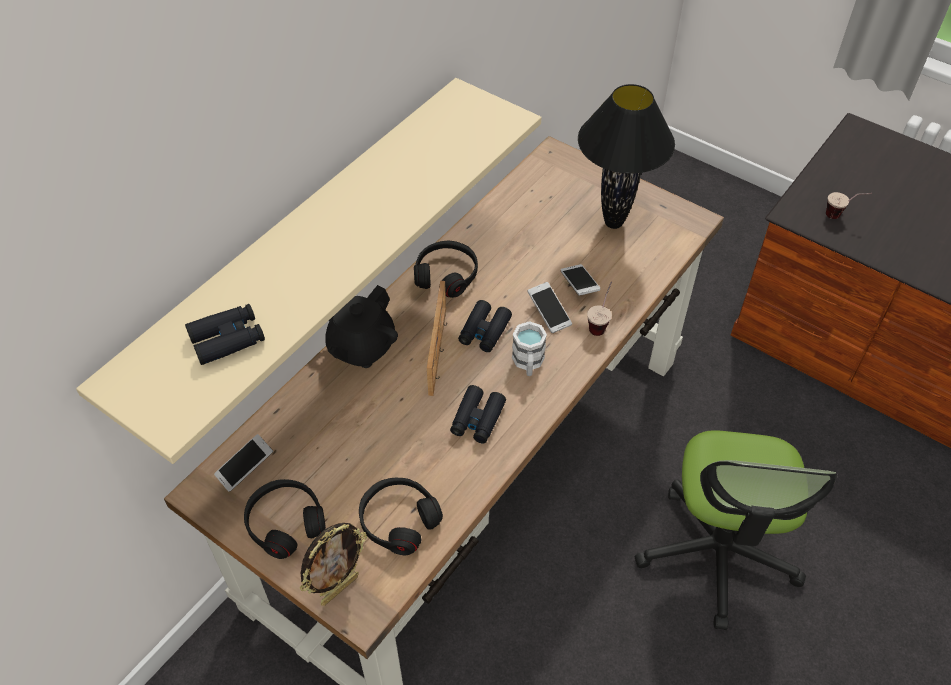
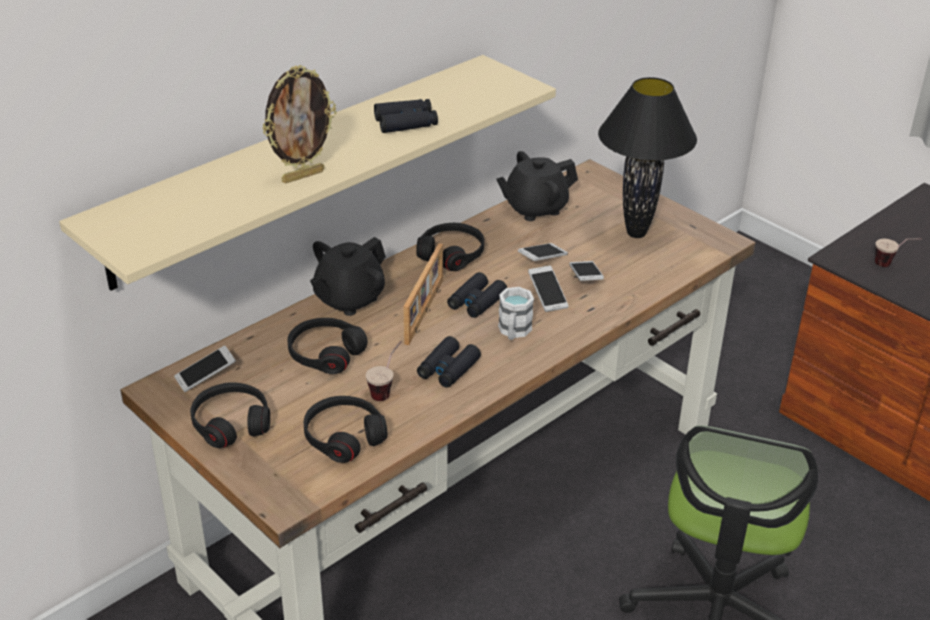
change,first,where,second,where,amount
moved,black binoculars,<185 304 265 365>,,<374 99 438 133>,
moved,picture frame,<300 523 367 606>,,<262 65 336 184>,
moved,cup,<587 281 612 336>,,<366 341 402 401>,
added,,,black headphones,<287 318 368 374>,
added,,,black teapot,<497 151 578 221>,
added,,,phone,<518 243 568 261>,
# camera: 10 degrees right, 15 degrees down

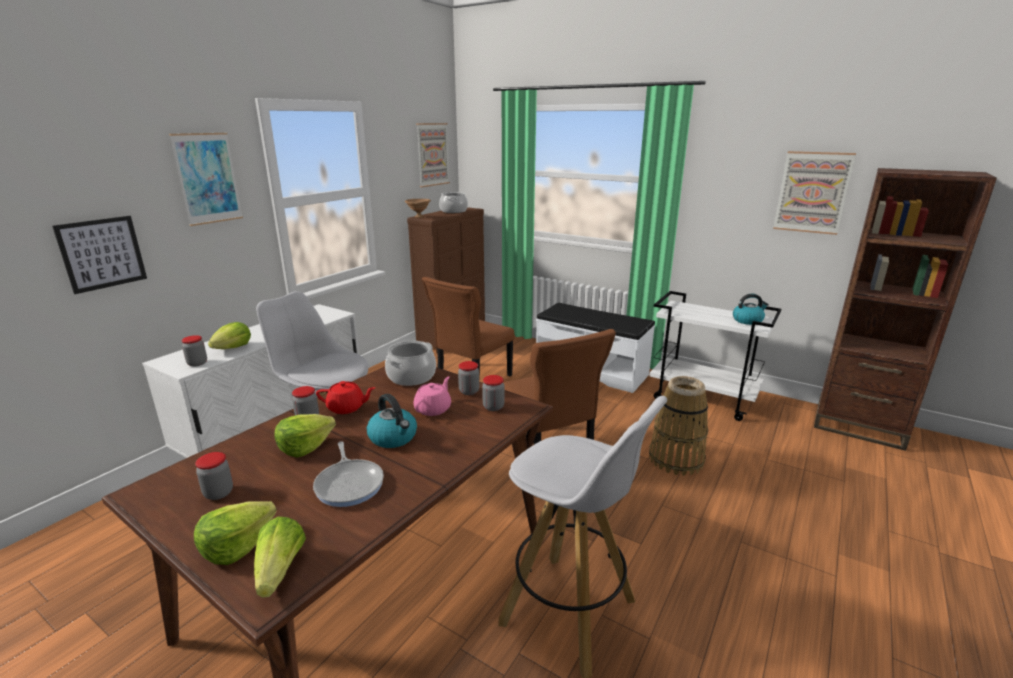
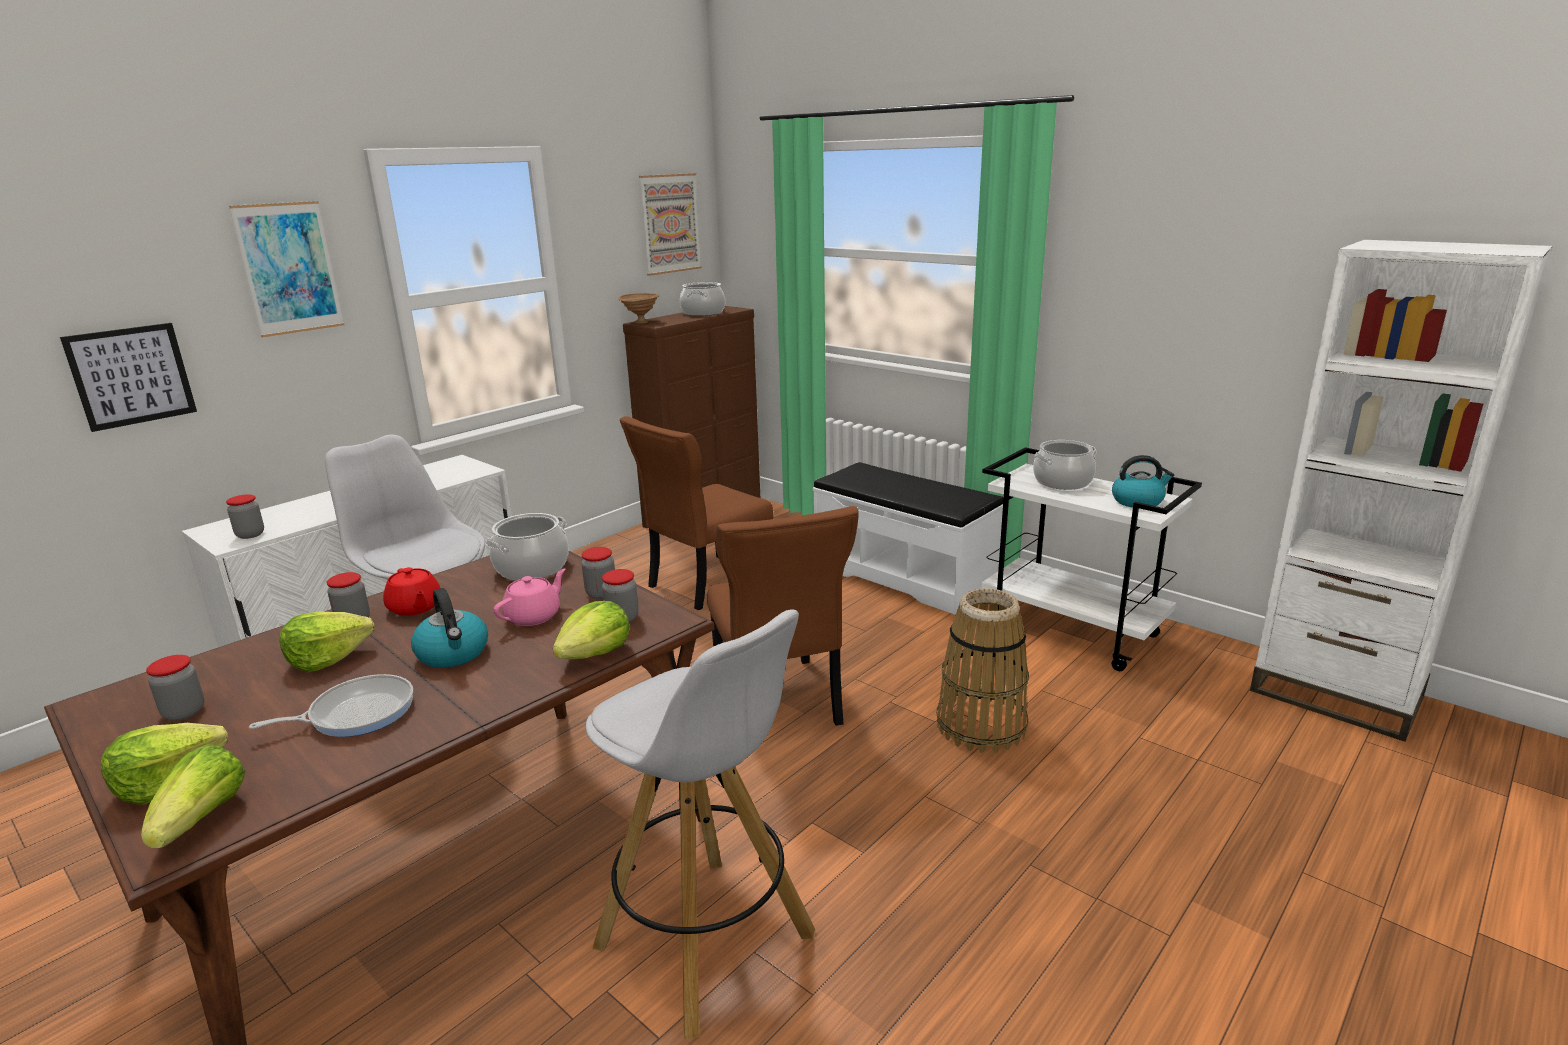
change,first,where,second,where,amount
moved,lettuce,<208 322 251 349>,,<553 601 630 659>,
turned,frying pan,<313 442 384 507>,,<249 674 413 737>,105 degrees counterclockwise
turned,red teapot,<316 381 375 414>,,<383 567 440 616>,45 degrees clockwise
removed,picture,<773 151 856 235>,,,
recoloured,brown bookcase,<814 168 997 451>,white bookcase,<1250 240 1553 742>,
added,,,cooking pot,<1033 440 1097 490>,
# camera: 10 degrees right, 0 degrees up

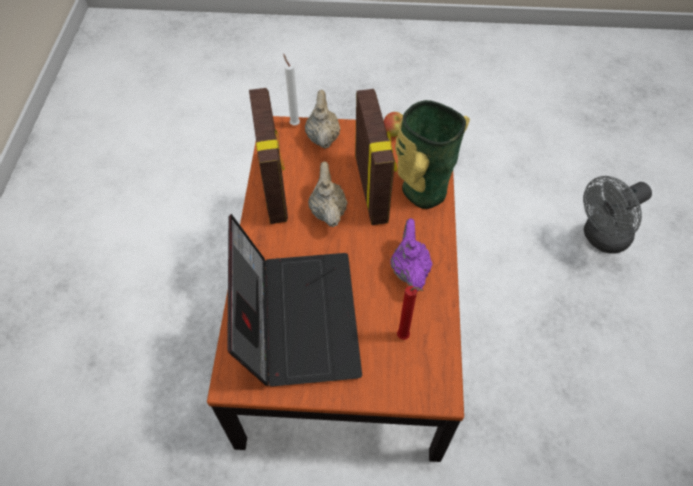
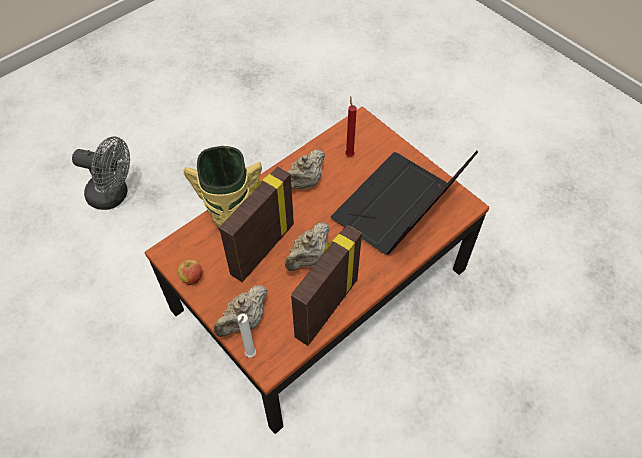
change,first,where,second,where,amount
recoloured,purple teapot,<390 218 433 291>,beige teapot,<287 150 325 189>,
# camera: 135 degrees left, 0 degrees up

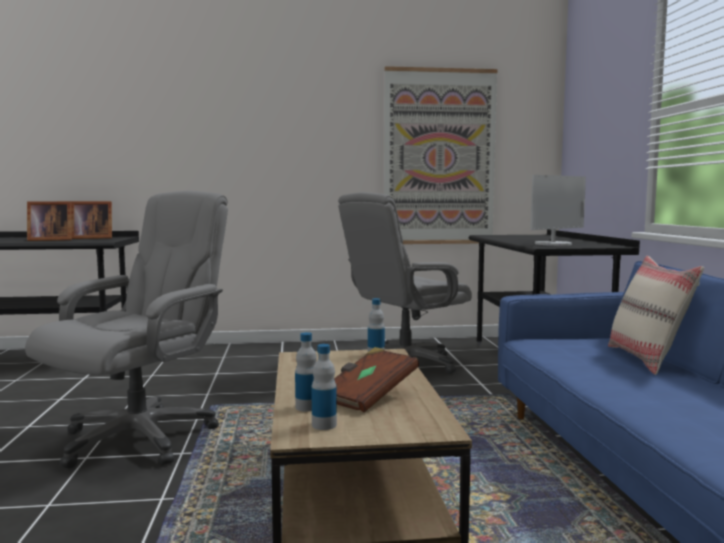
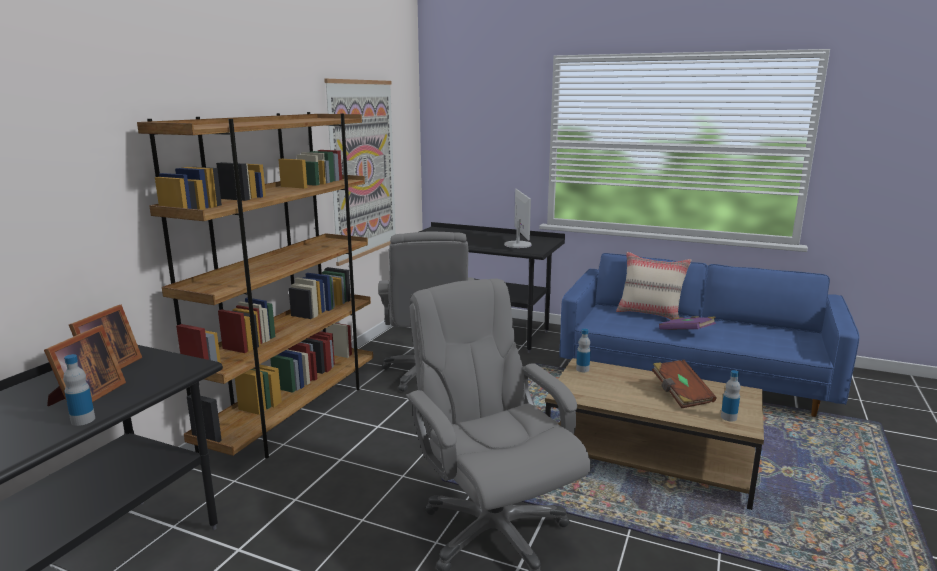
change,first,where,second,where,amount
moved,bottle,<295 332 317 412>,,<63 354 95 426>,
added,,,brown bookcase,<137 112 373 459>,
added,,,purple book,<659 316 716 330>,
# camera: 60 degrees left, 10 degrees up

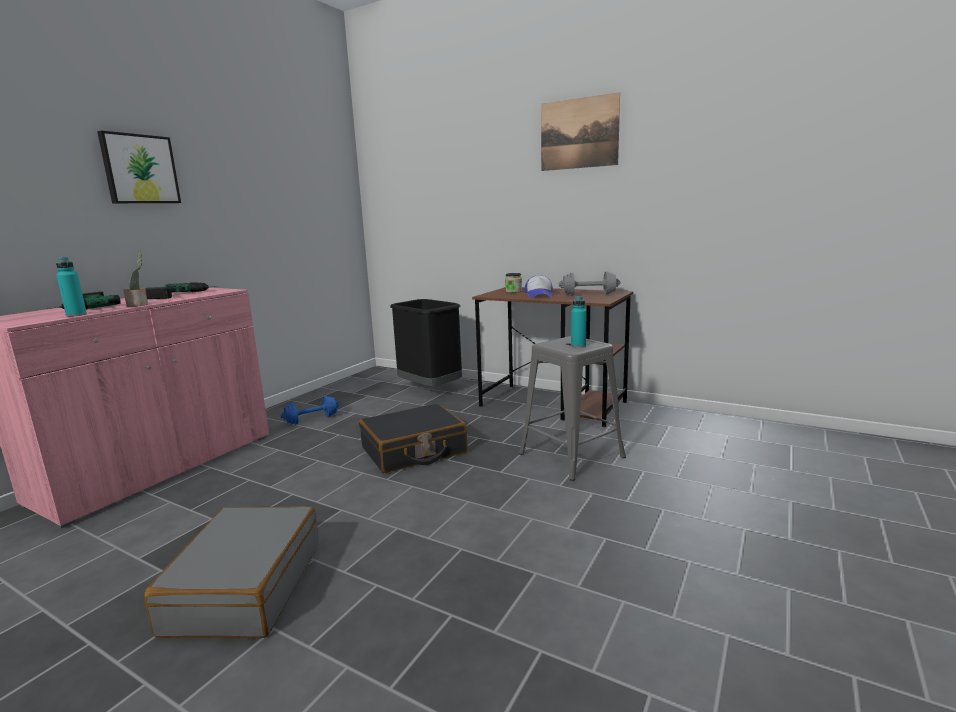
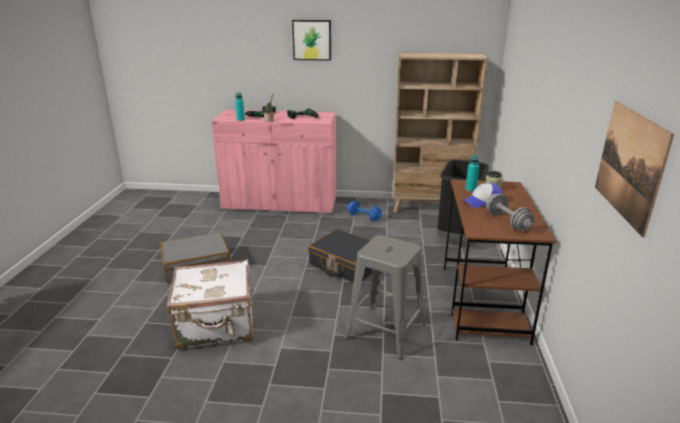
change,first,where,second,where,amount
moved,picture,<541 92 620 171>,,<595 101 674 237>,
moved,turquoise bottle,<571 296 587 348>,,<466 155 479 192>,
added,,,white suitcase,<167 260 253 349>,
added,,,beige bookcase,<393 52 488 213>,
# camera: 65 degrees right, 10 degrees up

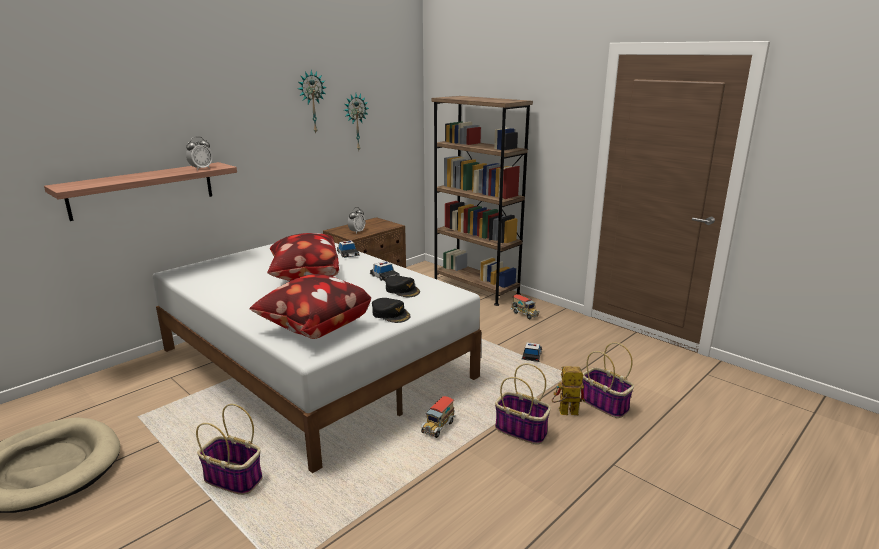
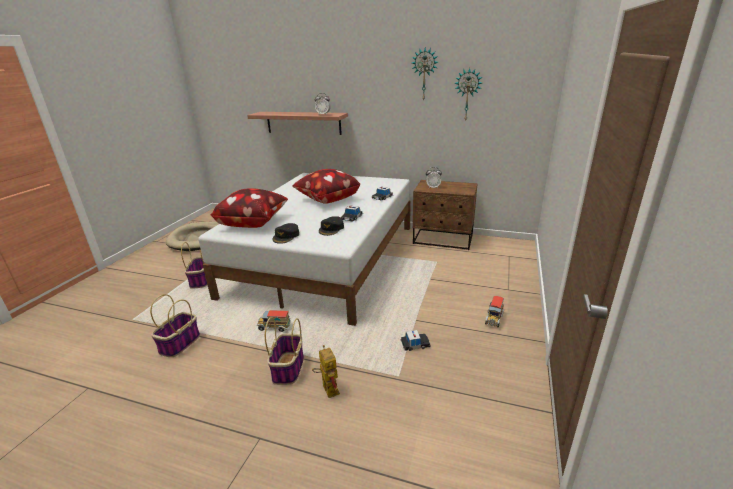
change,first,where,second,where,amount
removed,brown bookcase,<431 96 533 306>,,,
moved,basket,<582 342 634 418>,,<150 294 200 357>,
# camera: 65 degrees right, 5 degrees up

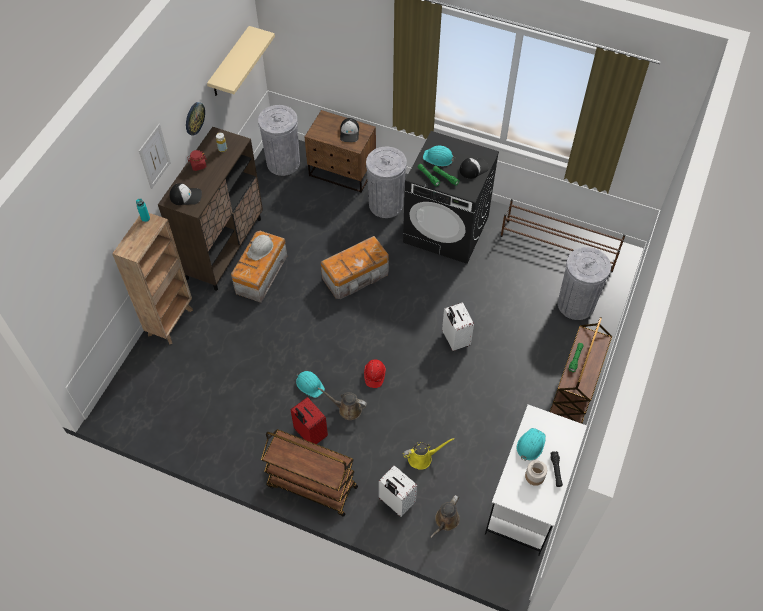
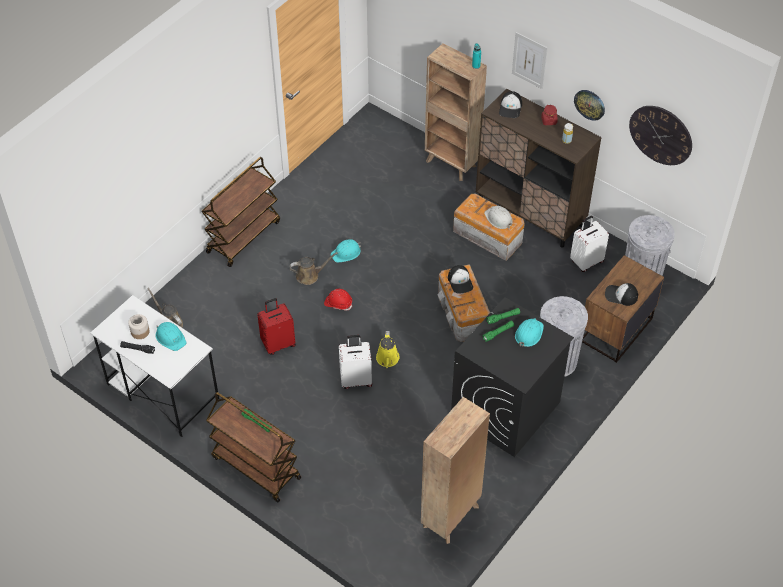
change,first,where,second,where,amount
replaced,beige shelf,<207 26 275 96>,wall clock,<629 106 692 165>,
moved,red suitcase,<290 397 328 444>,,<257 298 296 355>,
turned,brown watering can,<317 387 367 420>,,<289 252 338 285>,45 degrees clockwise
moved,white suitcase,<379 466 417 517>,,<570 216 609 272>,
moved,yellow watering can,<403 438 454 470>,,<376 331 400 368>,
moved,cap,<460 158 489 179>,,<448 265 473 294>,
replaced,brown shoe rack,<500 199 626 273>,brown bookcase,<421 397 490 544>,
removed,grey trash can,<558 247 611 320>,,,
# camera: 105 degrees right, 5 degrees down

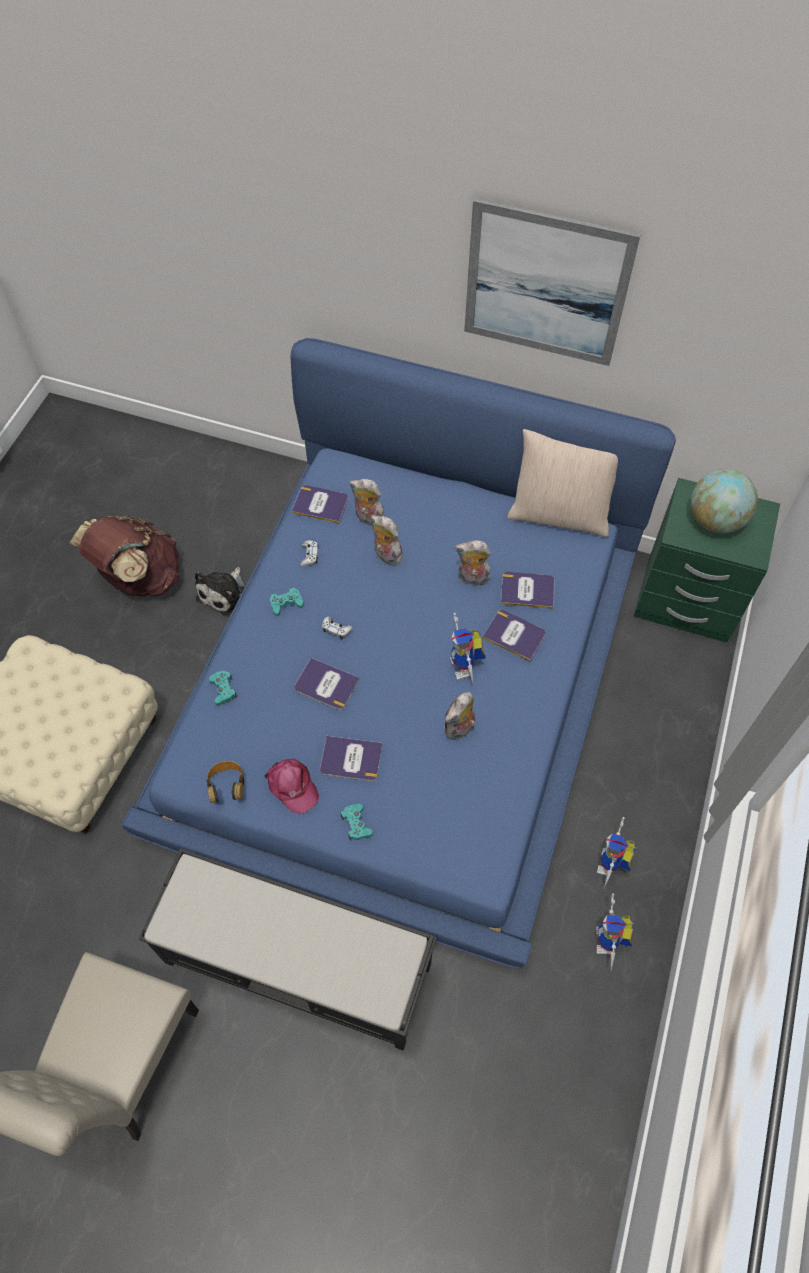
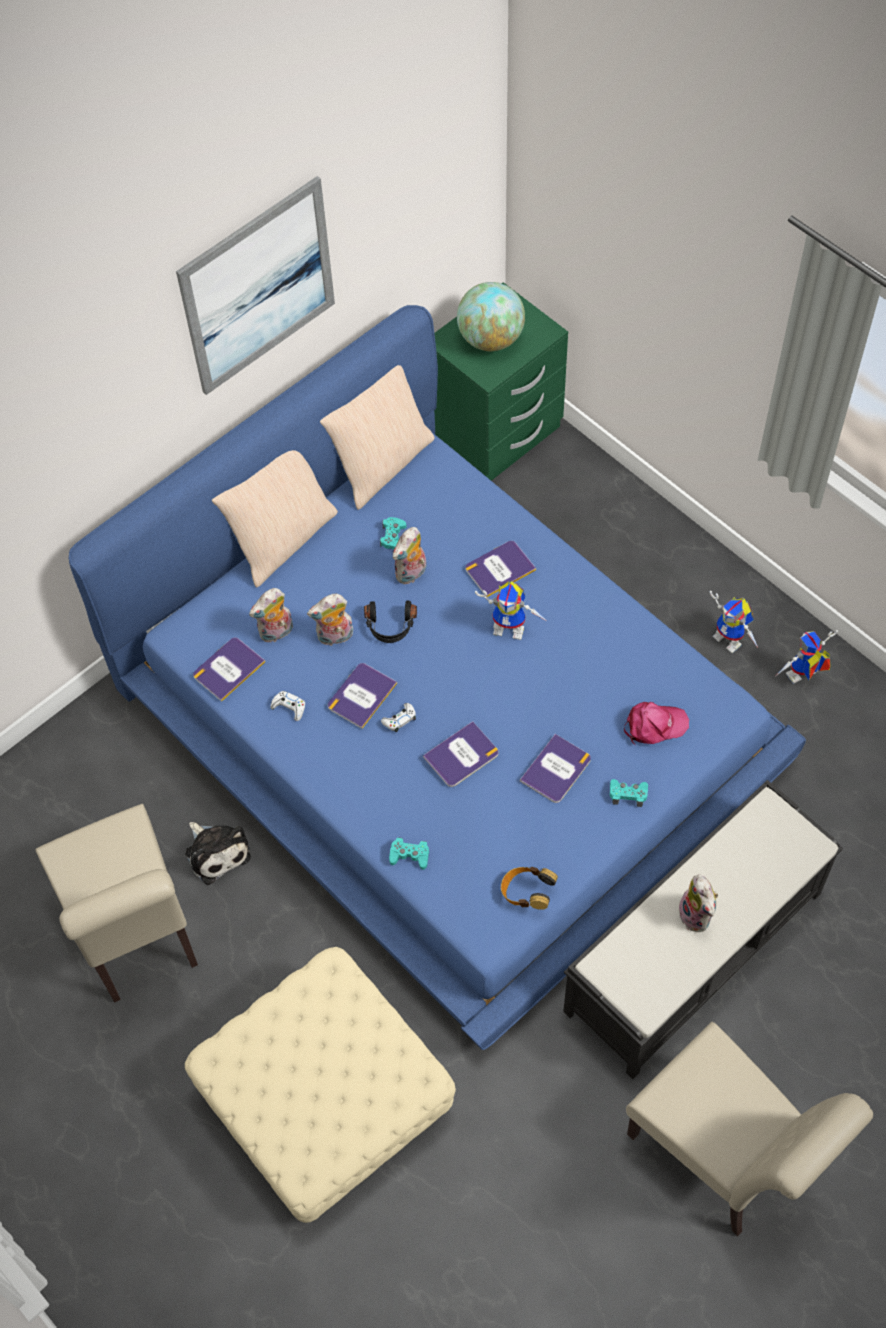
change,first,where,second,where,amount
replaced,brown backpack,<69 516 180 597>,beige chair,<35 804 198 1003>,
moved,pink cap,<265 759 319 814>,,<624 702 689 745>,
moved,turquoise game controller,<270 587 303 616>,,<380 517 407 550>,
moved,plush toy,<444 692 475 740>,,<679 874 718 932>,
moved,book,<501 572 555 609>,,<328 663 397 729>,
turned,toy robot,<596 893 634 969>,,<776 630 838 684>,120 degrees clockwise
added,,,beige pillow,<212 450 338 588>,
added,,,black headphones,<364 600 417 643>,
# camera: 60 degrees left, 0 degrees up

